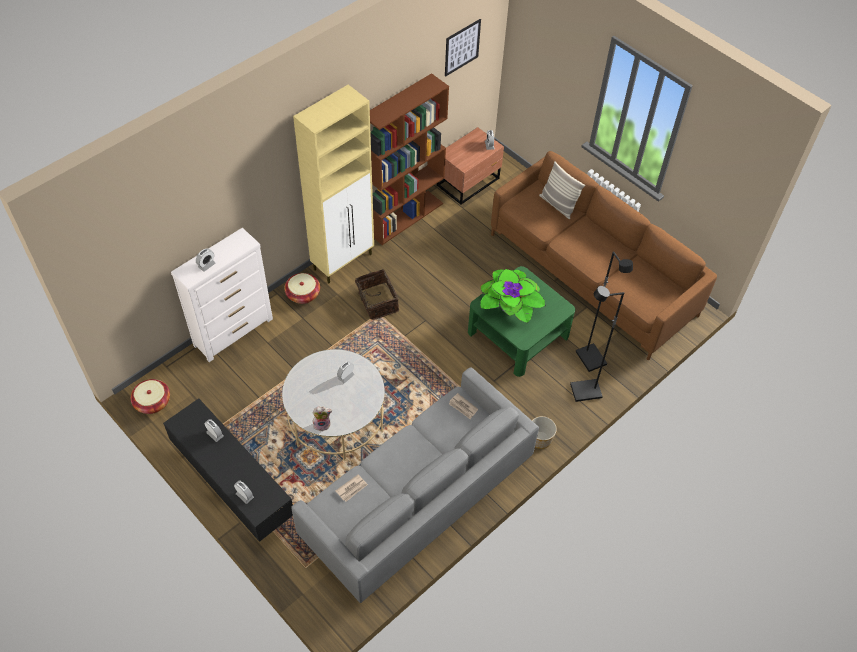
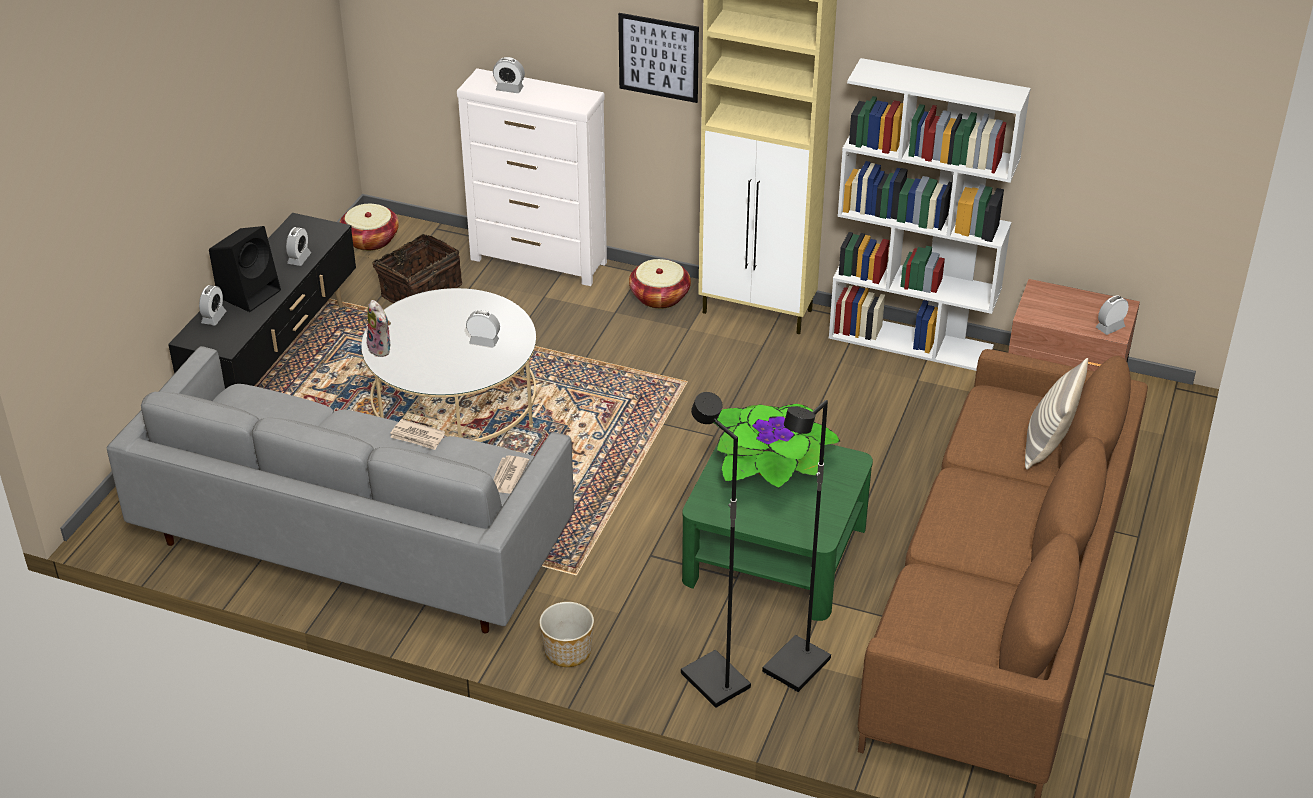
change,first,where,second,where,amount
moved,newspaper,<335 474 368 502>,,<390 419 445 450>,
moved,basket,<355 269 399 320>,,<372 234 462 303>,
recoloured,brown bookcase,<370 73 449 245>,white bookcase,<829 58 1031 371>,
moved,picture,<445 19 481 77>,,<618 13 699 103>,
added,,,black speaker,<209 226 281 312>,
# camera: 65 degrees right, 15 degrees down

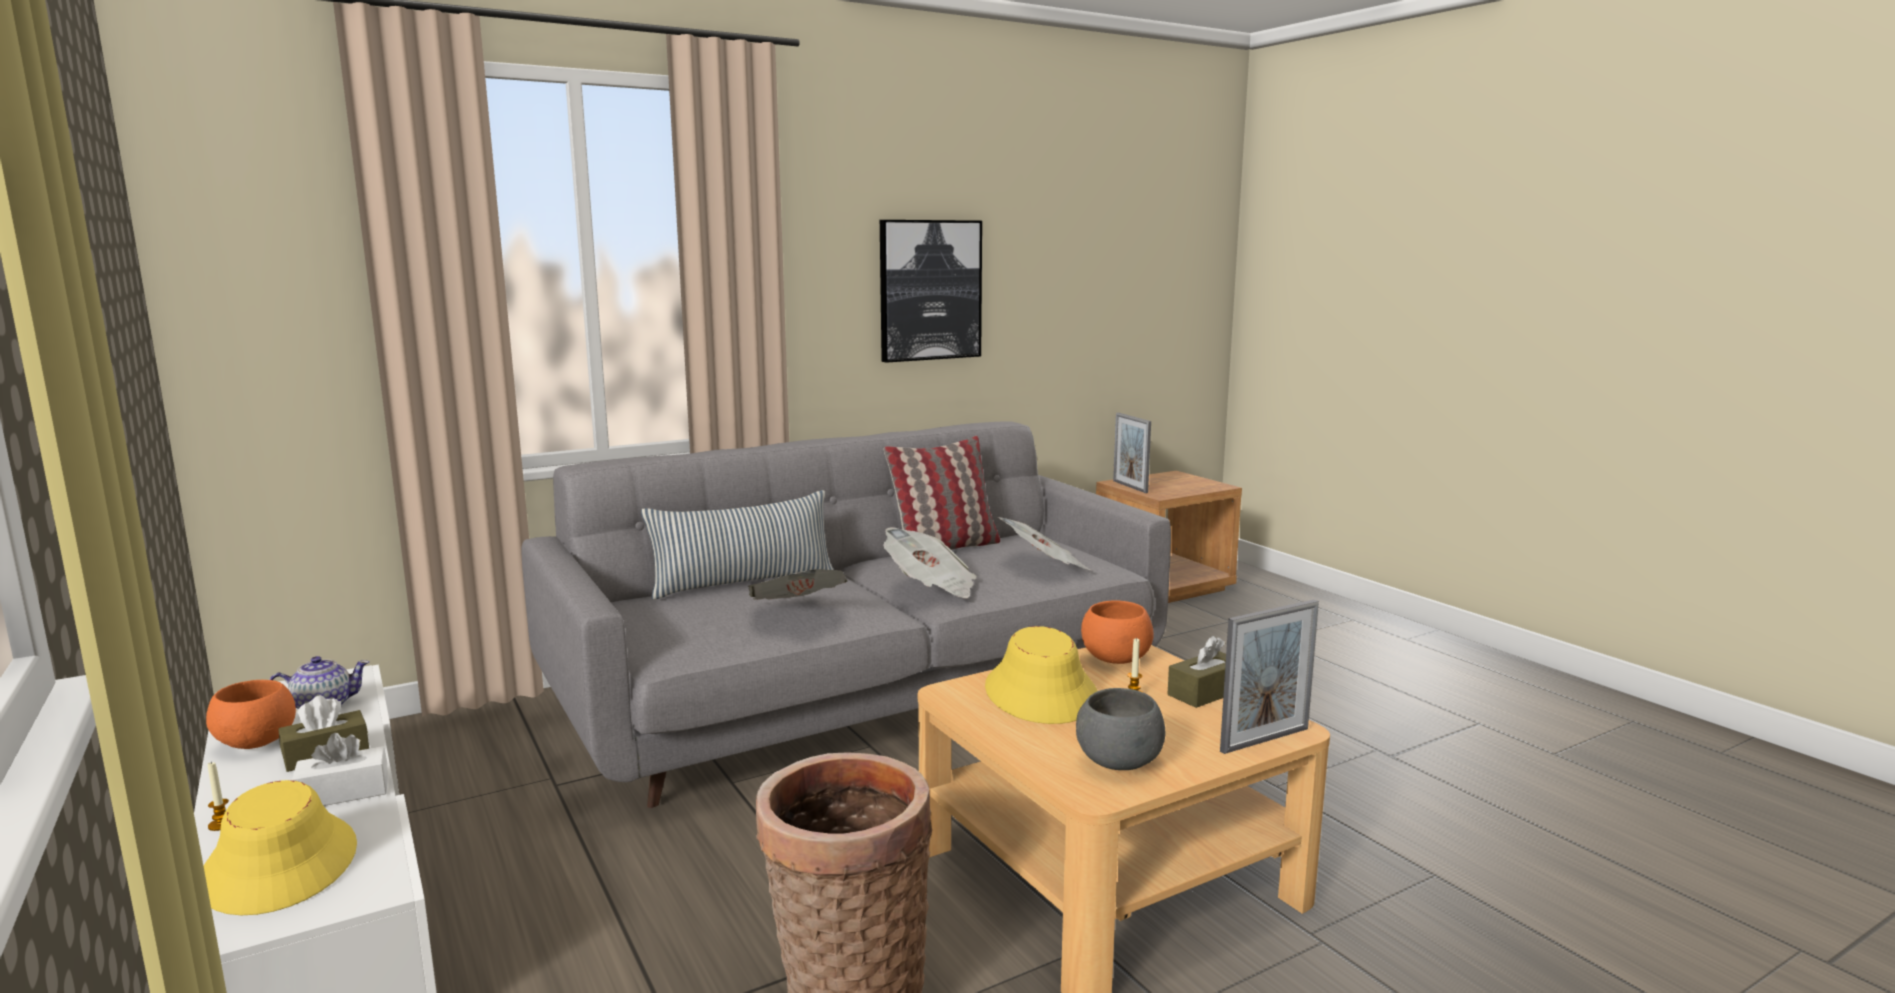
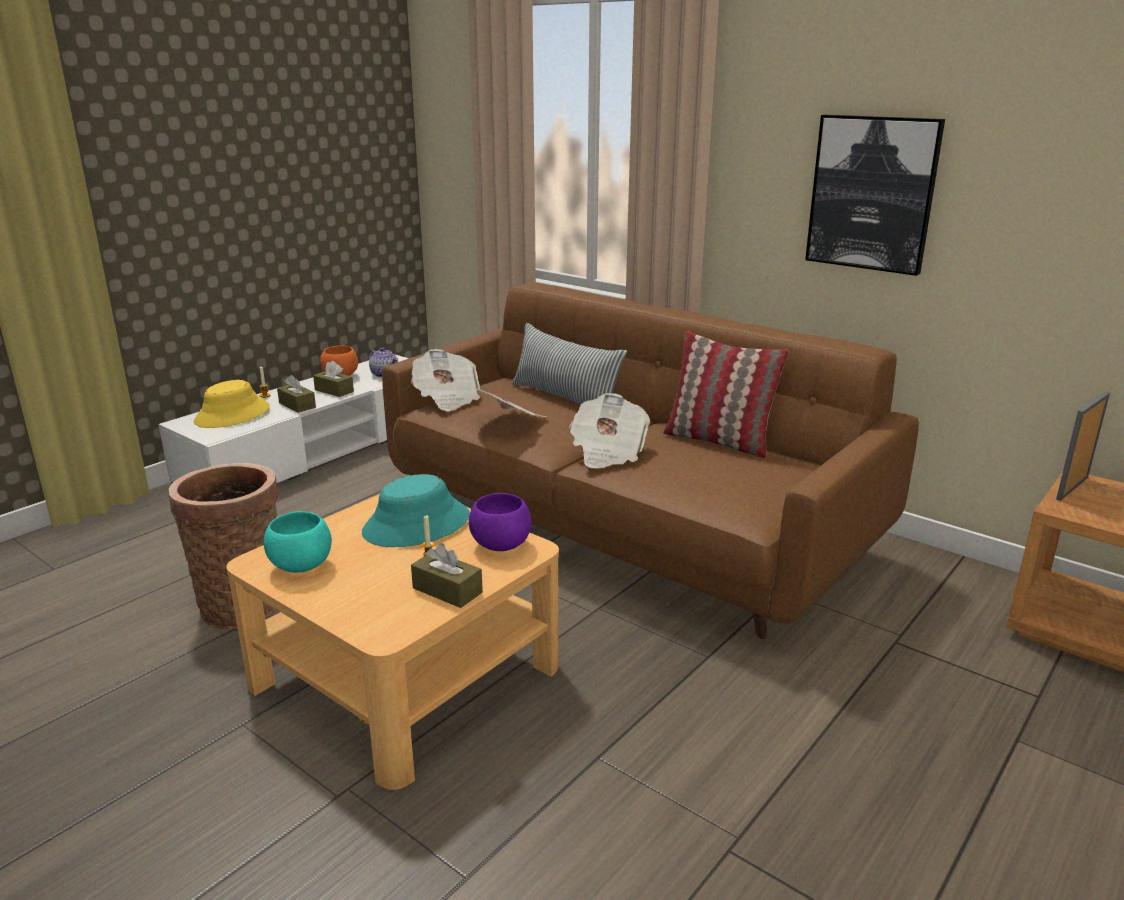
change,first,where,second,where,amount
recoloured,white tissue box,<292 733 388 806>,brown tissue box,<277 375 316 413>,
recoloured,grey sofa,<521 421 1171 808>,brown sofa,<382 283 919 639>,
recoloured,yellow hat,<985 626 1097 724>,turquoise hat,<362 474 470 547>,
moved,newspaper,<998 517 1091 570>,,<411 349 480 411>,
recoloured,grey bowl,<1076 688 1165 770>,turquoise bowl,<264 511 332 573>,
recoloured,orange bowl,<1081 600 1154 664>,purple bowl,<469 493 531 551>,
removed,picture frame,<1220 600 1319 754>,,,
# camera: 70 degrees right, 10 degrees up

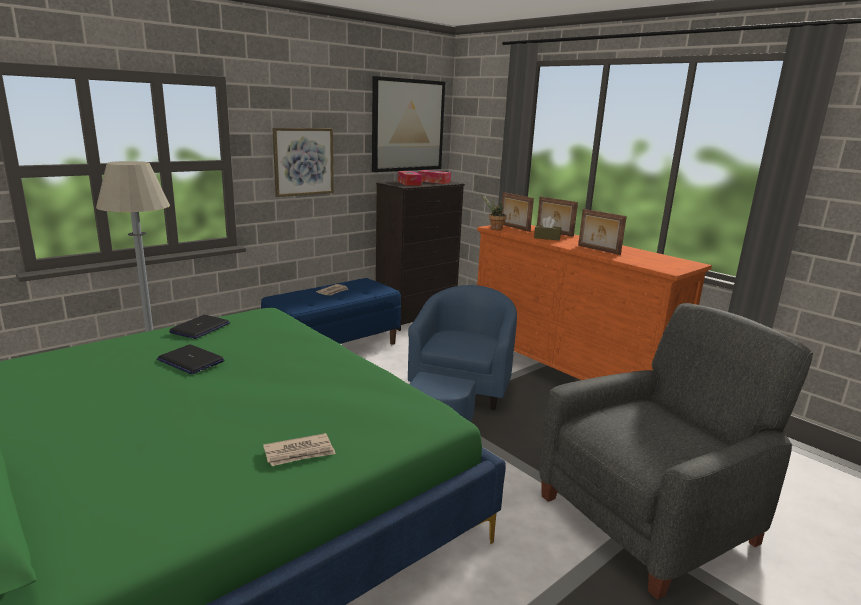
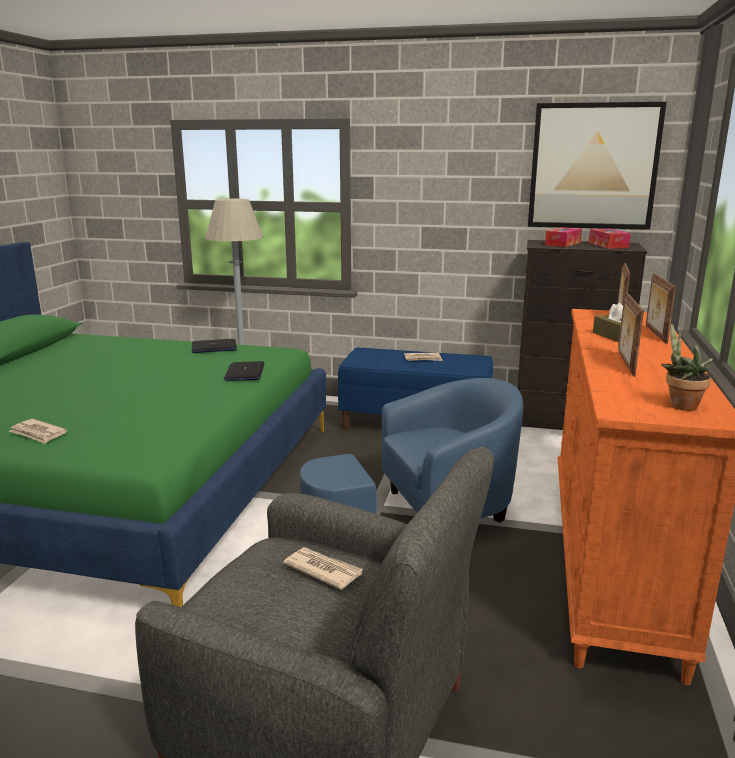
change,first,where,second,where,amount
moved,laptop,<157 344 224 374>,,<224 361 264 381>,
removed,picture,<272 128 334 197>,,,
moved,potted plant,<481 195 507 230>,,<661 324 713 411>,
added,,,newspaper,<283 547 364 590>,
# camera: 55 degrees right, 0 degrees up

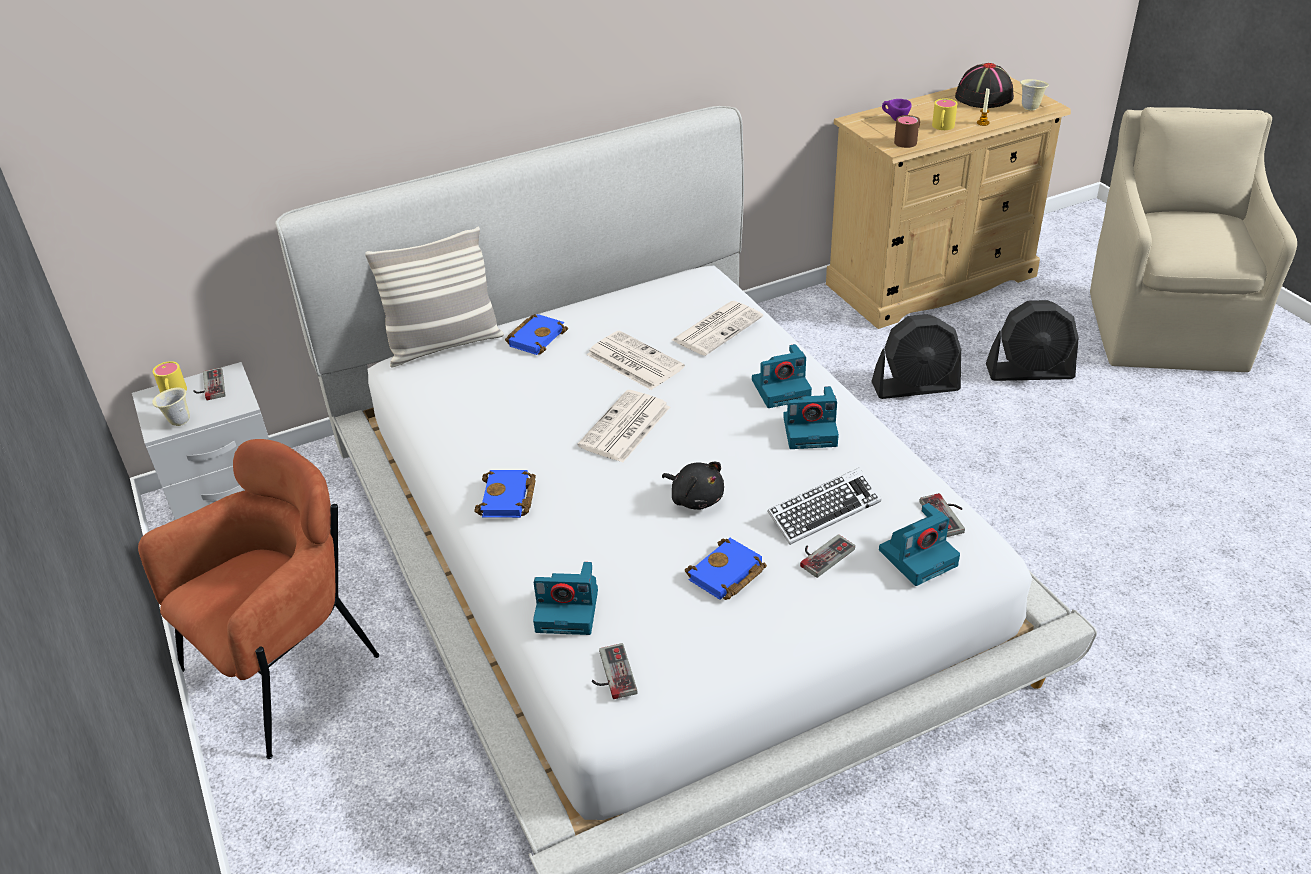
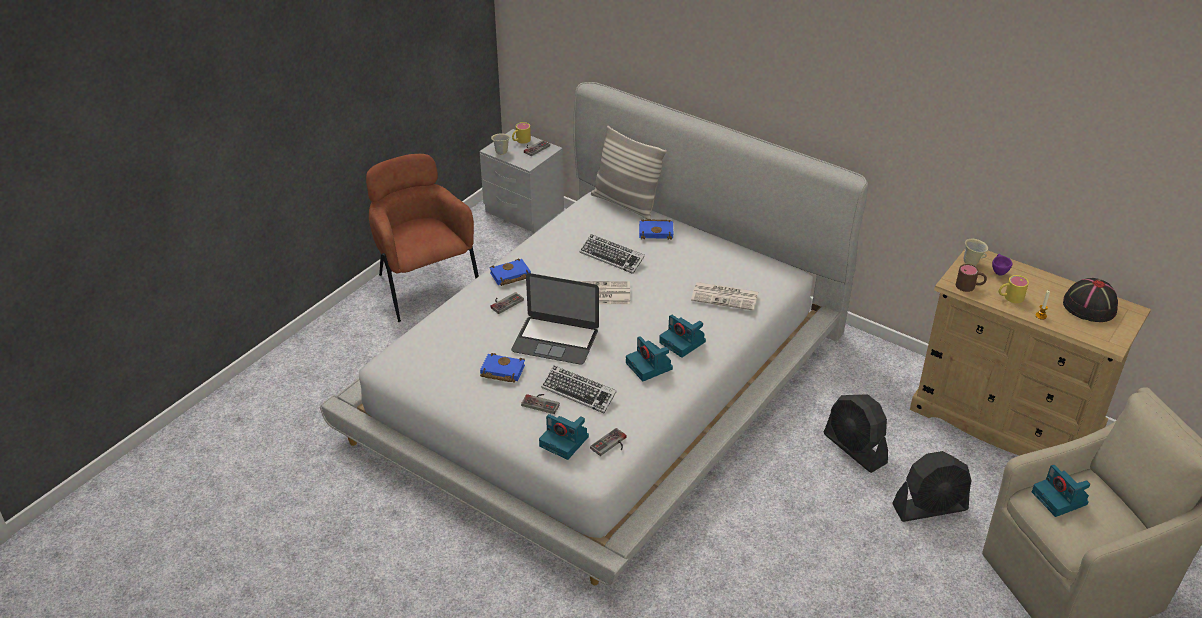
change,first,where,second,where,amount
turned,brown armchair,<138 439 379 759>,,<366 154 479 322>,135 degrees counterclockwise
moved,photo camera,<533 562 598 635>,,<1032 465 1090 517>,
removed,newspaper,<587 330 685 390>,,,
moved,game controller,<592 643 637 699>,,<491 292 524 314>,
replaced,black plush toy,<662 462 724 510>,laptop,<511 273 599 365>,
turned,black fan,<986 300 1079 381>,,<892 451 972 522>,75 degrees counterclockwise
moved,beige mug,<1020 79 1049 110>,,<964 239 988 265>,
added,,,keyboard,<579 234 645 274>,
# camera: 60 degrees right, 0 degrees up

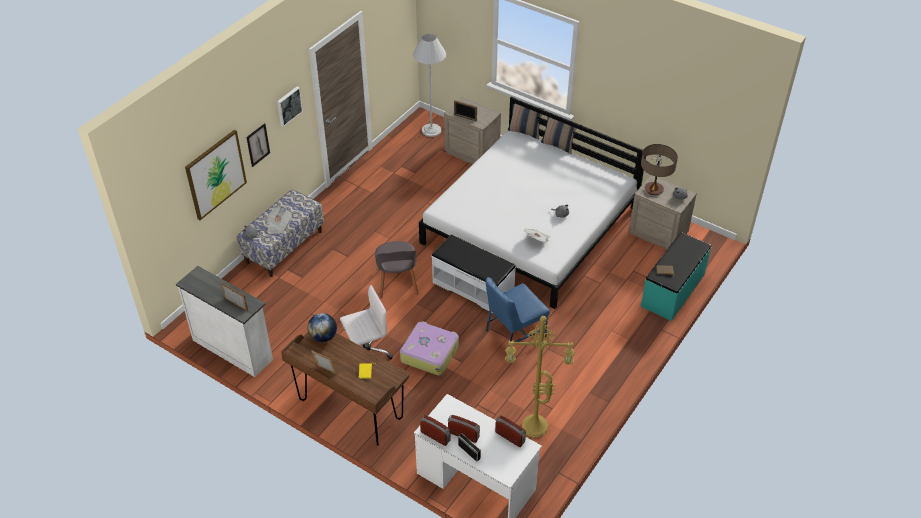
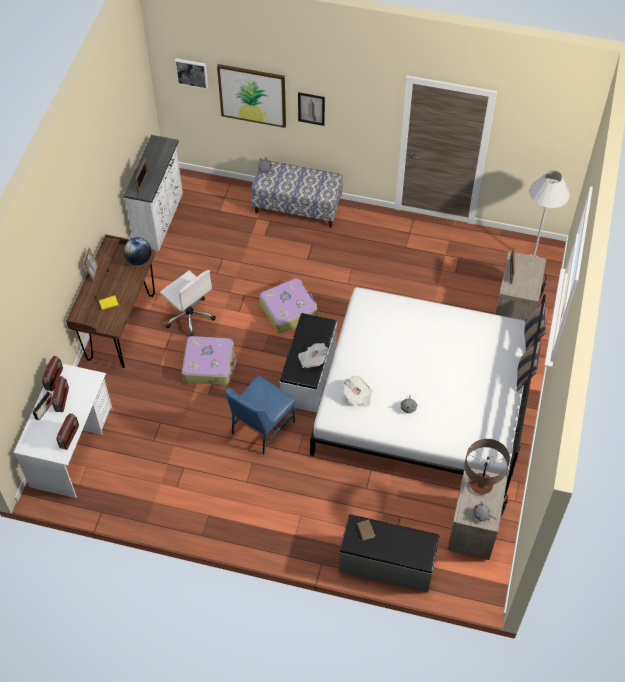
change,first,where,second,where,amount
moved,newspaper,<267 206 292 234>,,<298 343 329 368>,
moved,picture,<277 86 303 127>,,<175 58 208 89>,
replaced,grey chair,<375 241 418 298>,suitcase,<259 278 317 333>,
turned,blue chair,<486 277 550 347>,,<226 375 296 455>,90 degrees counterclockwise
removed,yellow floor lamp,<505 316 575 438>,,,
recoloured,turquoise bench,<641 232 711 321>,grey bench,<339 514 440 593>,
# camera: 70 degrees right, 10 degrees up

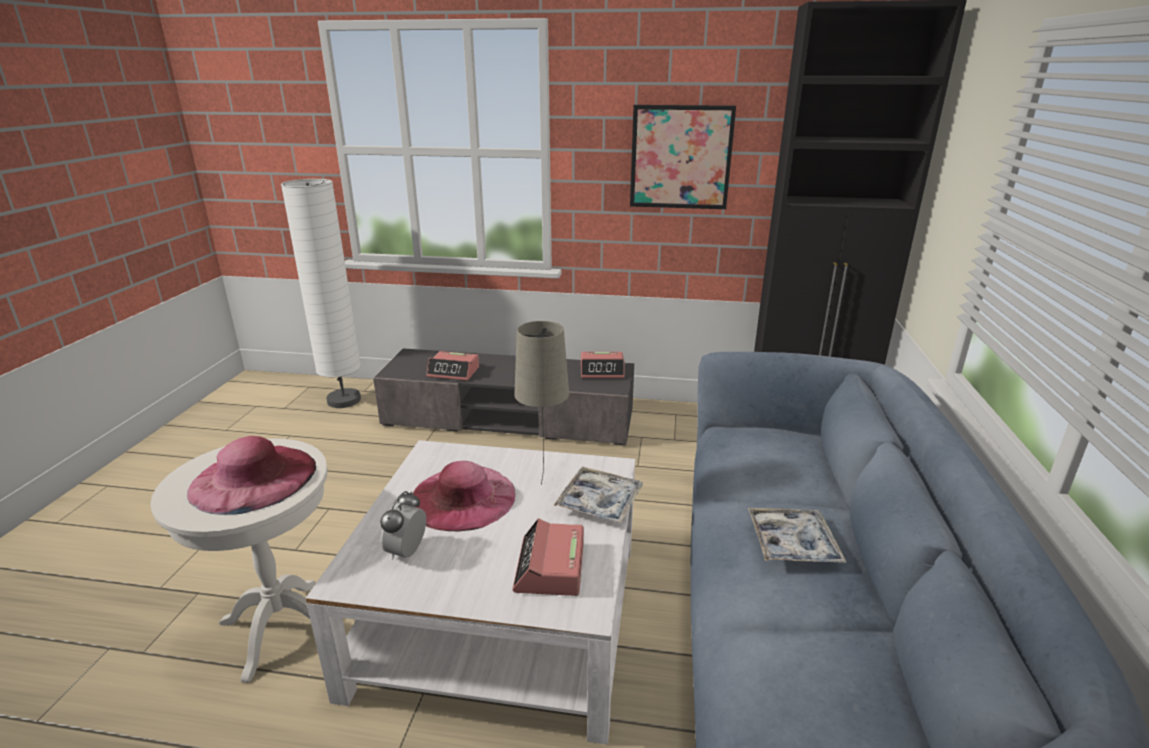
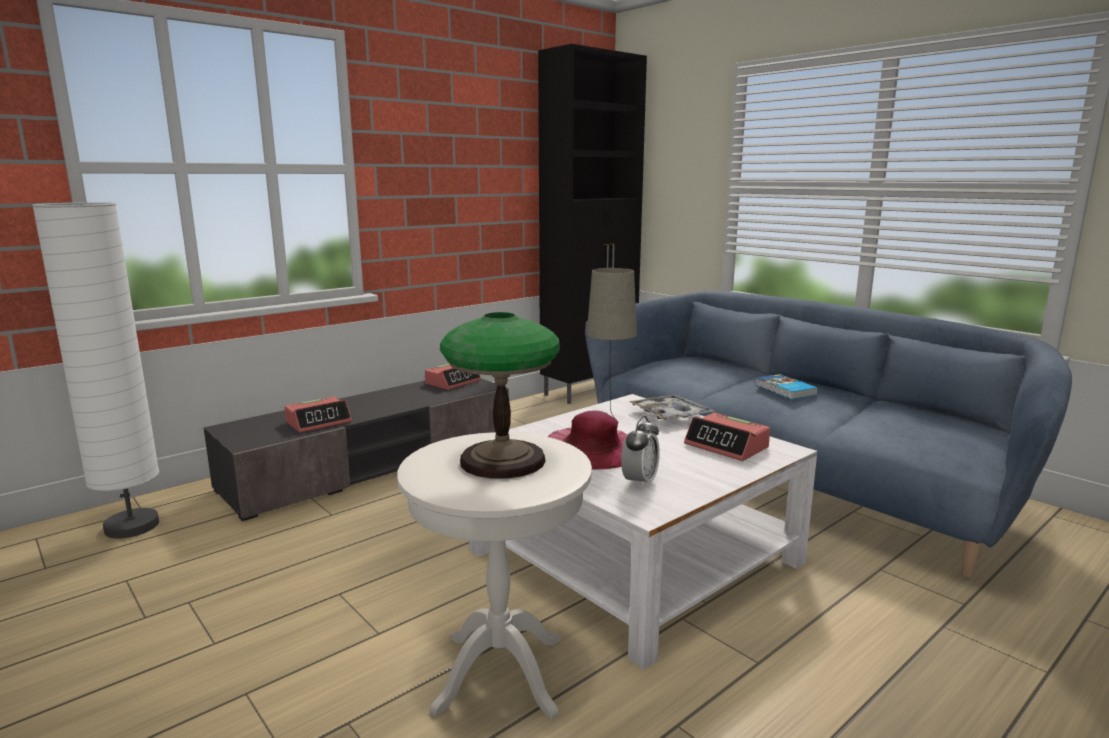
change,first,where,second,where,amount
replaced,pink hat,<187 436 316 515>,table lamp,<440 312 560 479>,
turned,alarm clock,<380 491 426 560>,,<621 416 660 489>,120 degrees counterclockwise
removed,picture,<630 105 736 209>,,,
replaced,tray,<748 508 846 563>,book,<756 374 818 400>,
# camera: 50 degrees left, 10 degrees down

